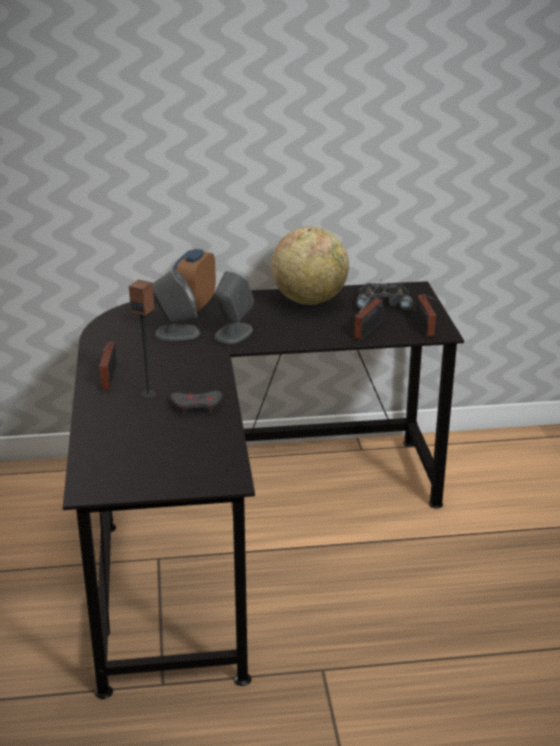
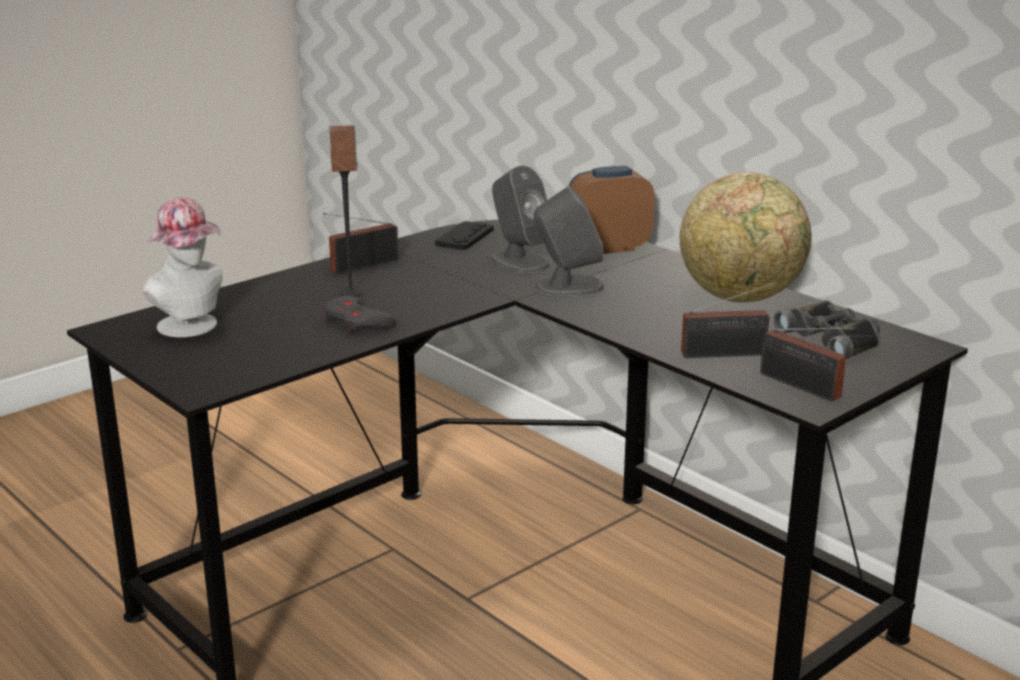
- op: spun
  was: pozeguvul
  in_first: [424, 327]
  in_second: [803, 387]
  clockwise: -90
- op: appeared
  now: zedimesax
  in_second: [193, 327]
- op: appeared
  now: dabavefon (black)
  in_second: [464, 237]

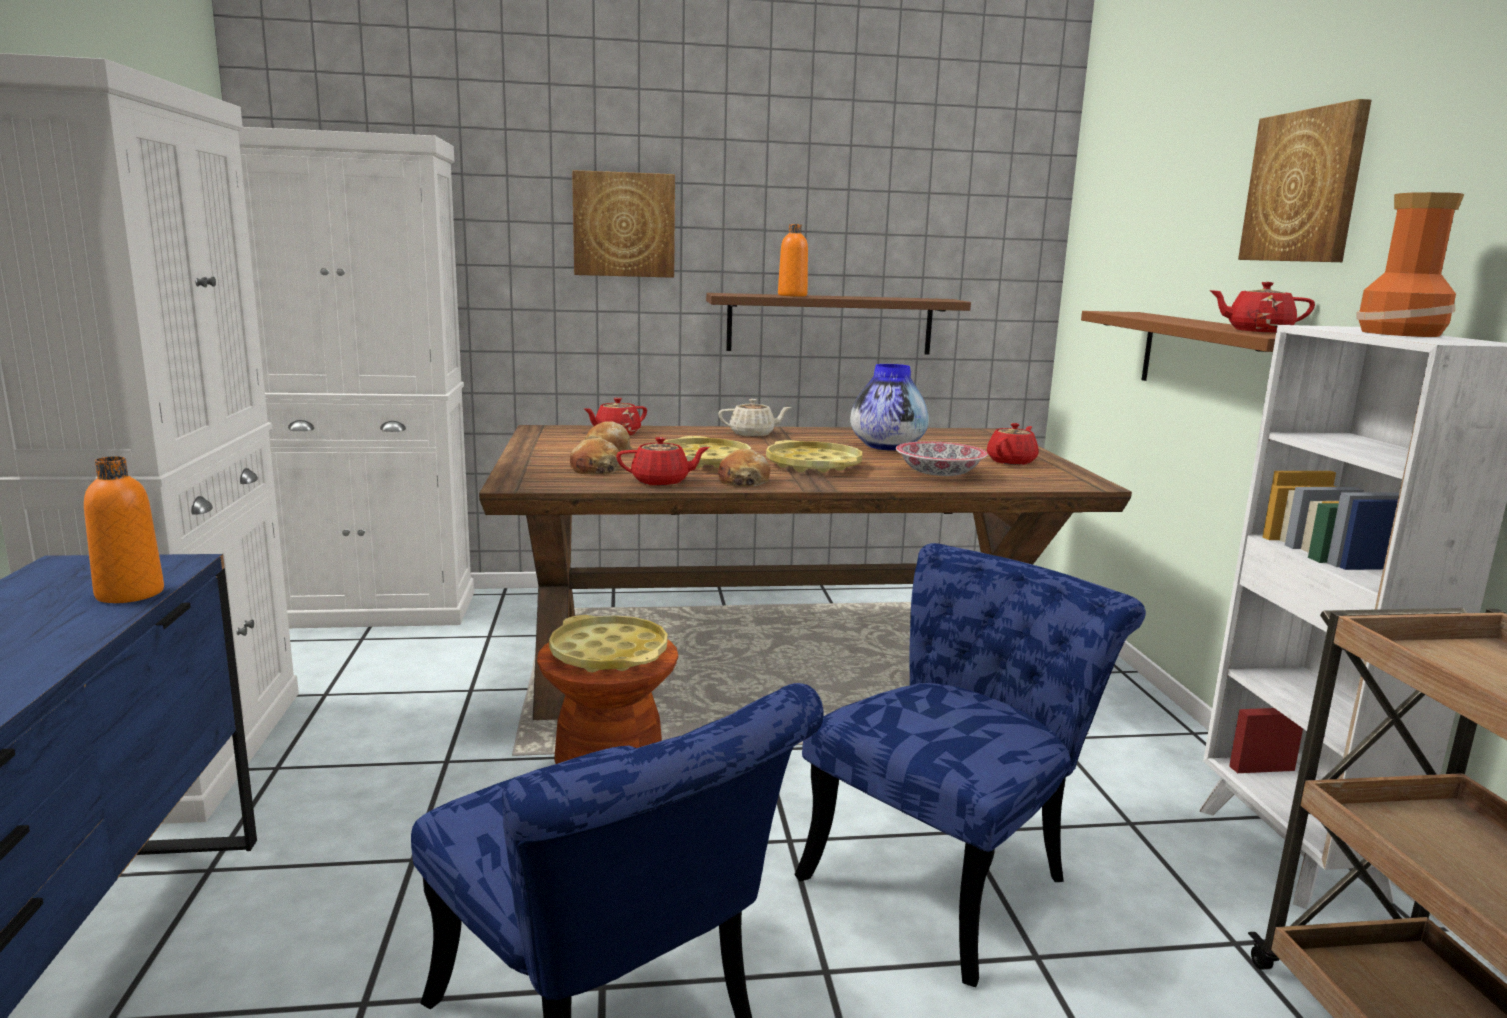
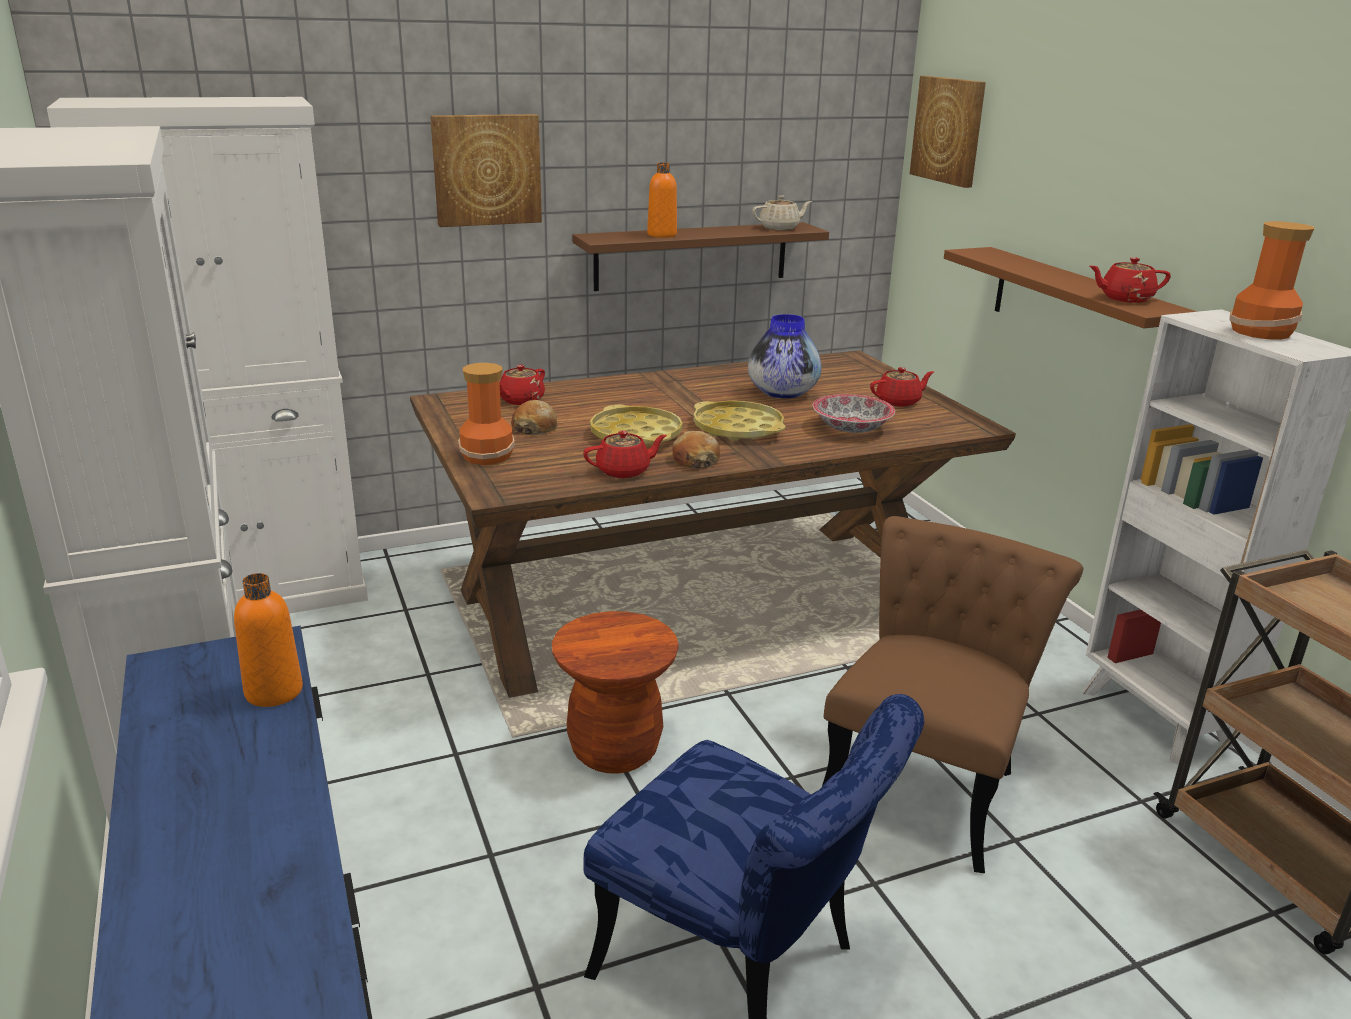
- op: relocated
  was: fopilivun
  in_first: [1305, 187]
  in_second: [949, 130]
- op: relocated
  was: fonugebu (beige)
  in_first: [753, 434]
  in_second: [780, 228]
- op: spun
  was: fonugebu (red)
  in_first: [1012, 461]
  in_second: [899, 402]
  clockwise: 45
- op: missing
  was: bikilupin
  in_first: [595, 469]
- op: colour
  was: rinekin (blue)
  now: rinekin (brown)
  in_first: [950, 873]
  in_second: [927, 782]
- op: missing
  was: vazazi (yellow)
  in_first: [609, 653]
- op: appeared
  now: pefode
  in_second: [487, 455]

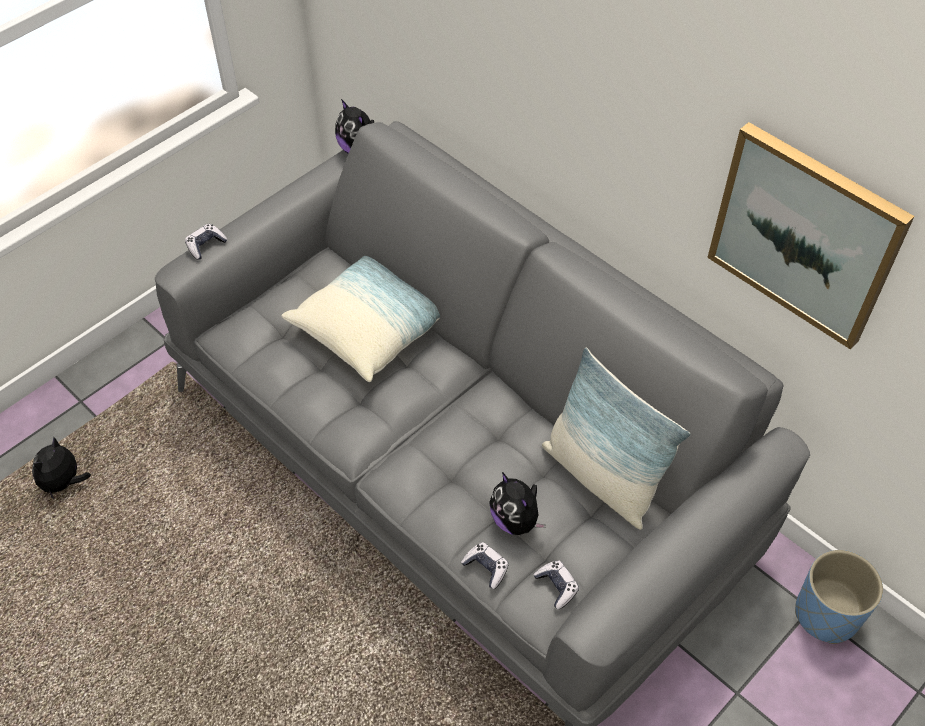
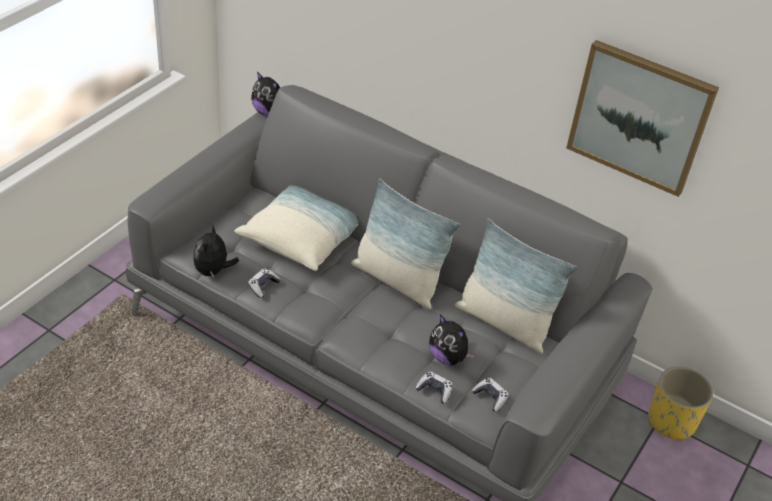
- op: relocated
  was: dabavefon
  in_first: [206, 245]
  in_second: [263, 286]
- op: relocated
  was: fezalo
  in_first: [64, 483]
  in_second: [213, 271]
- op: colour
  was: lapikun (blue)
  now: lapikun (yellow)
  in_first: [827, 614]
  in_second: [671, 421]
- op: appeared
  now: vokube
  in_second: [397, 280]

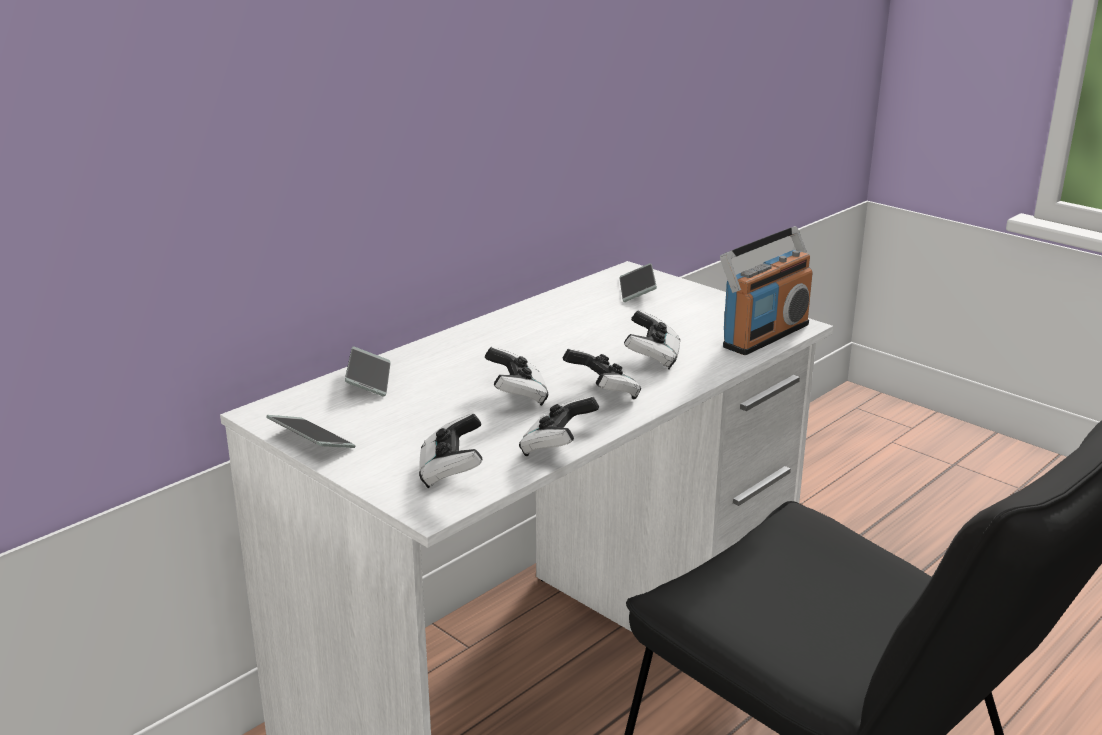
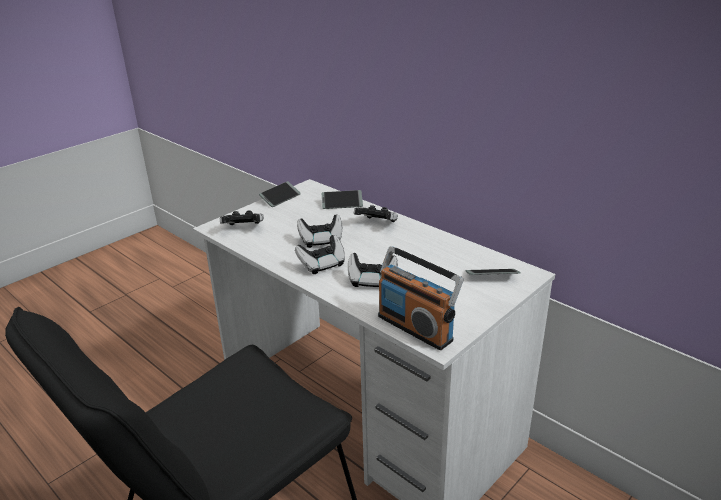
- op: relocated
  was: dabavefon
  in_first: [557, 447]
  in_second: [377, 224]

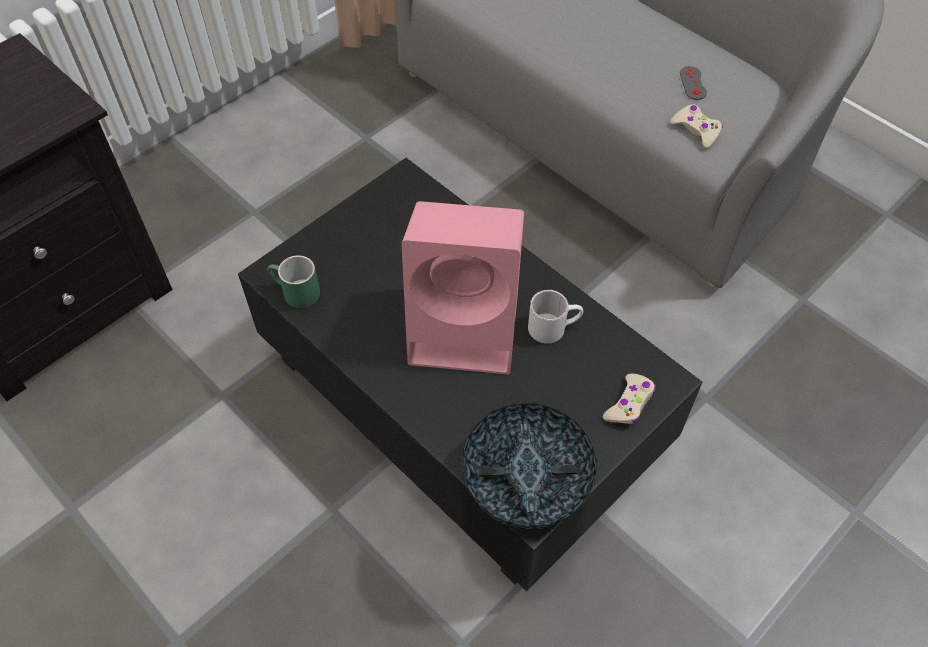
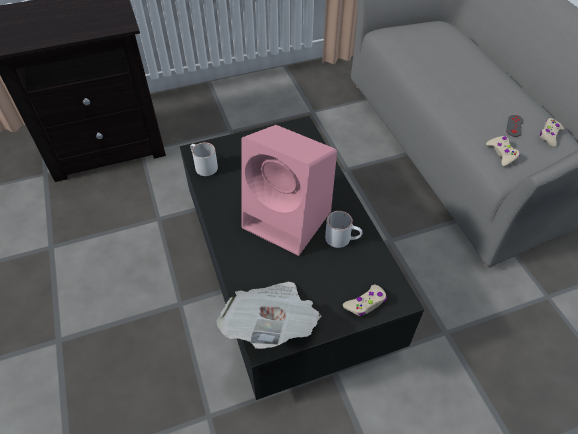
- op: colour
  was: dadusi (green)
  now: dadusi (white)
  in_first: [294, 293]
  in_second: [203, 166]
- op: exchanged
  was: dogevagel
  now: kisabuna
  in_first: [526, 482]
  in_second: [271, 324]
- op: appeared
  now: dabavefon (beige)
  in_second: [549, 135]

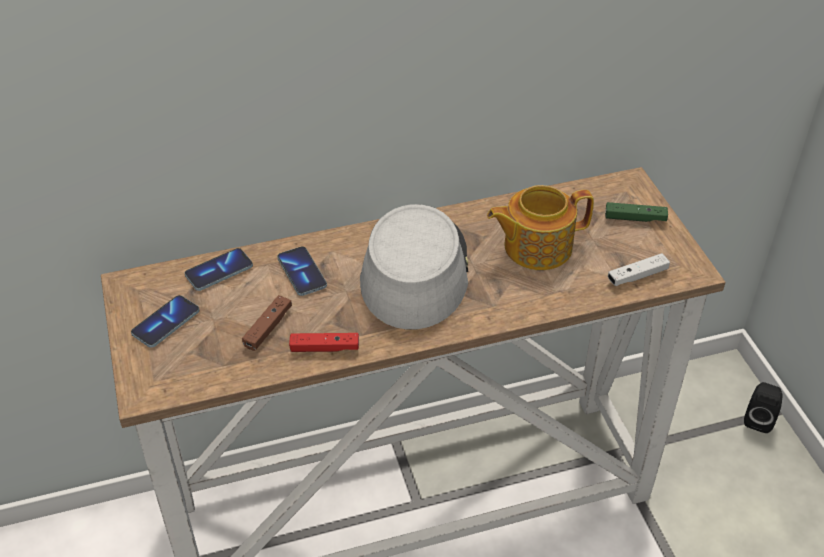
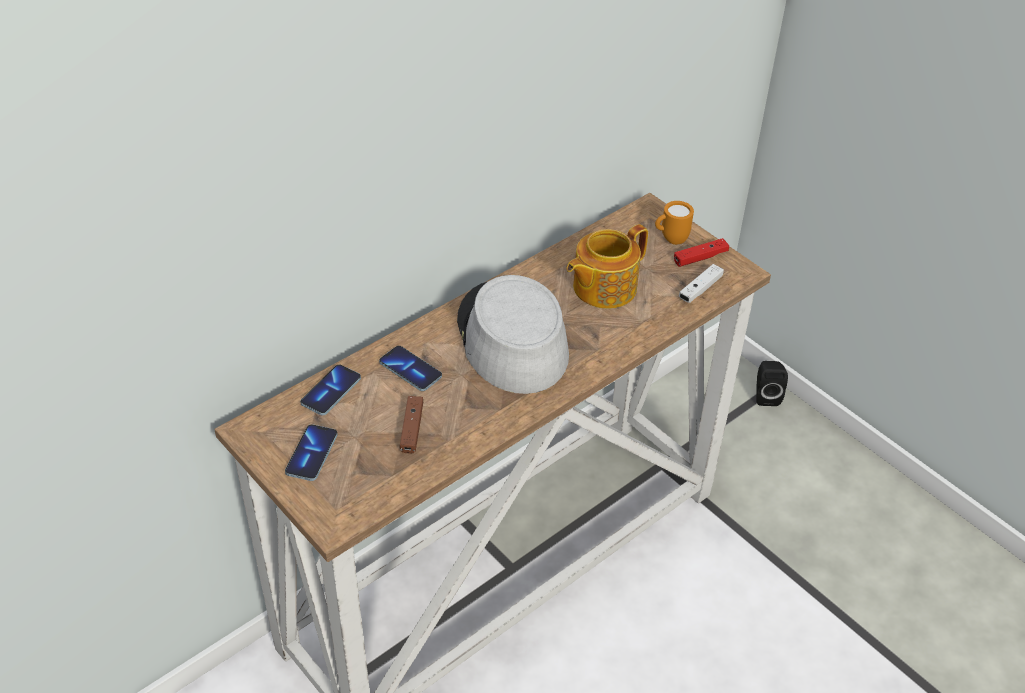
- op: exchanged
  was: dabavefon (green)
  now: dadusi (orange)
  in_first: [635, 218]
  in_second: [670, 239]
- op: relocated
  was: dabavefon (red)
  in_first: [324, 348]
  in_second: [700, 258]

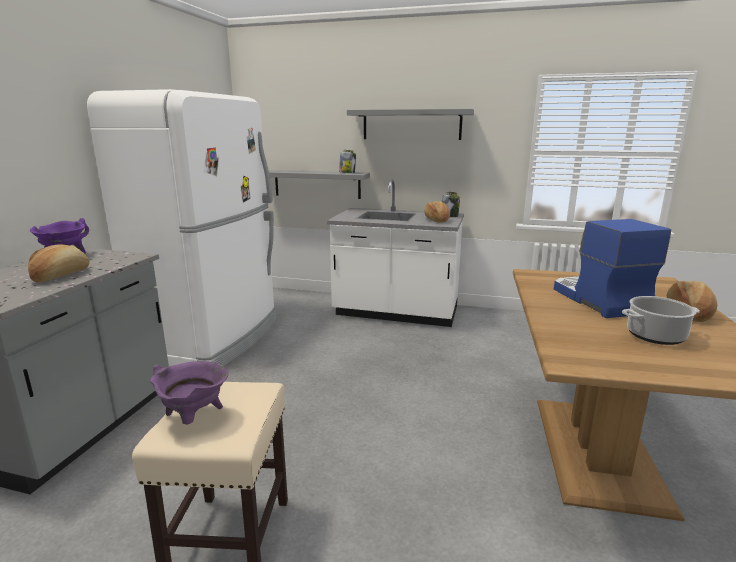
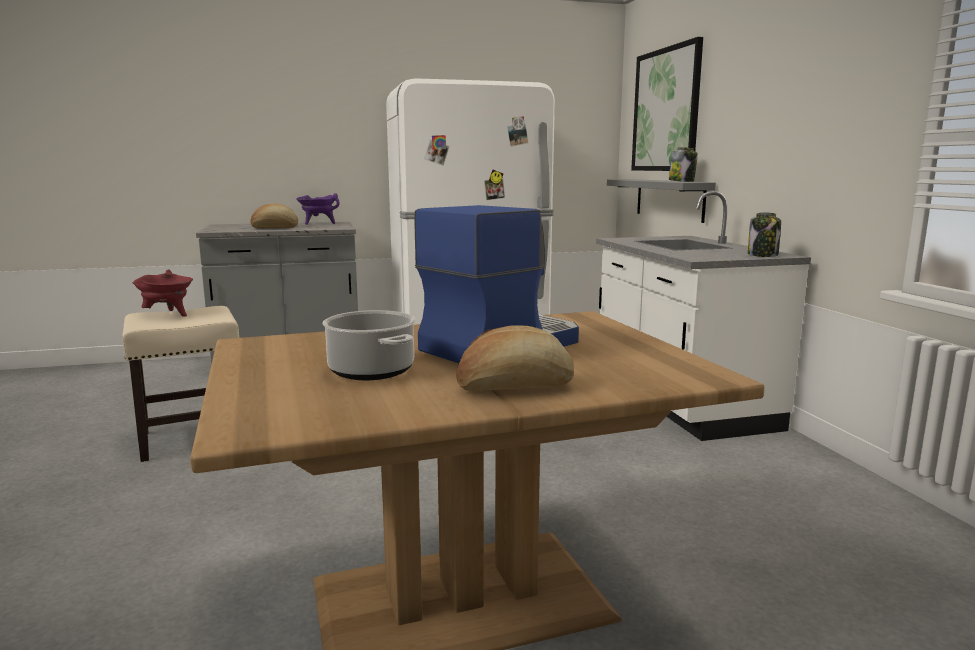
- op: missing
  was: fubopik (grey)
  in_first: [411, 124]
- op: missing
  was: bikilupin
  in_first: [436, 220]
- op: colour
  was: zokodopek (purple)
  now: zokodopek (red)
  in_first: [194, 418]
  in_second: [168, 315]
- op: appeared
  now: fopilivun
  in_second: [666, 110]

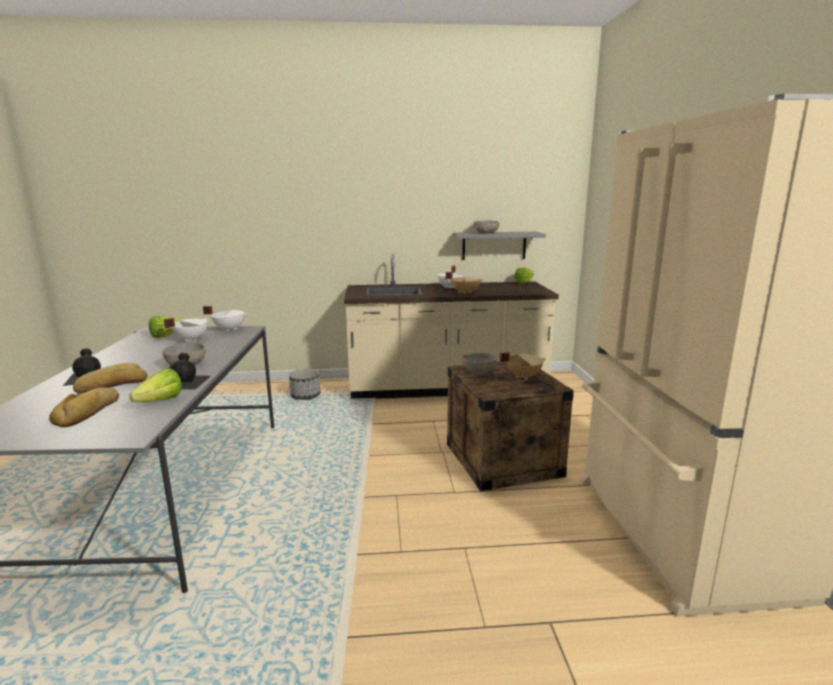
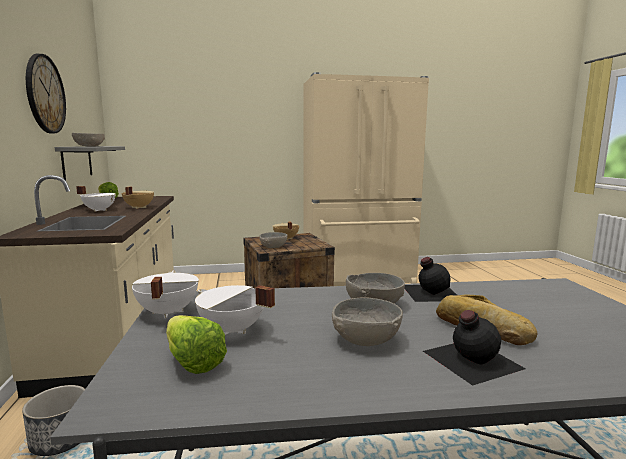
- op: missing
  was: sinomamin
  in_first: [156, 403]
- op: missing
  was: bikilupin
  in_first: [90, 412]
- op: appeared
  now: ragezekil
  in_second: [45, 94]
- op: appeared
  now: dogevagel (grey)
  in_second: [365, 338]

